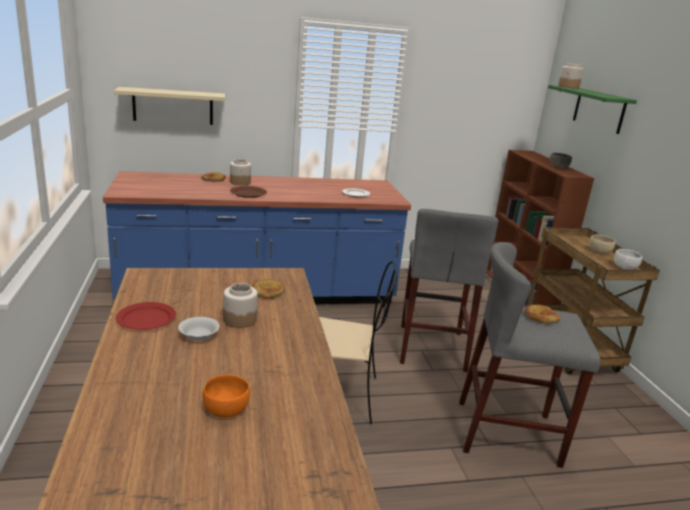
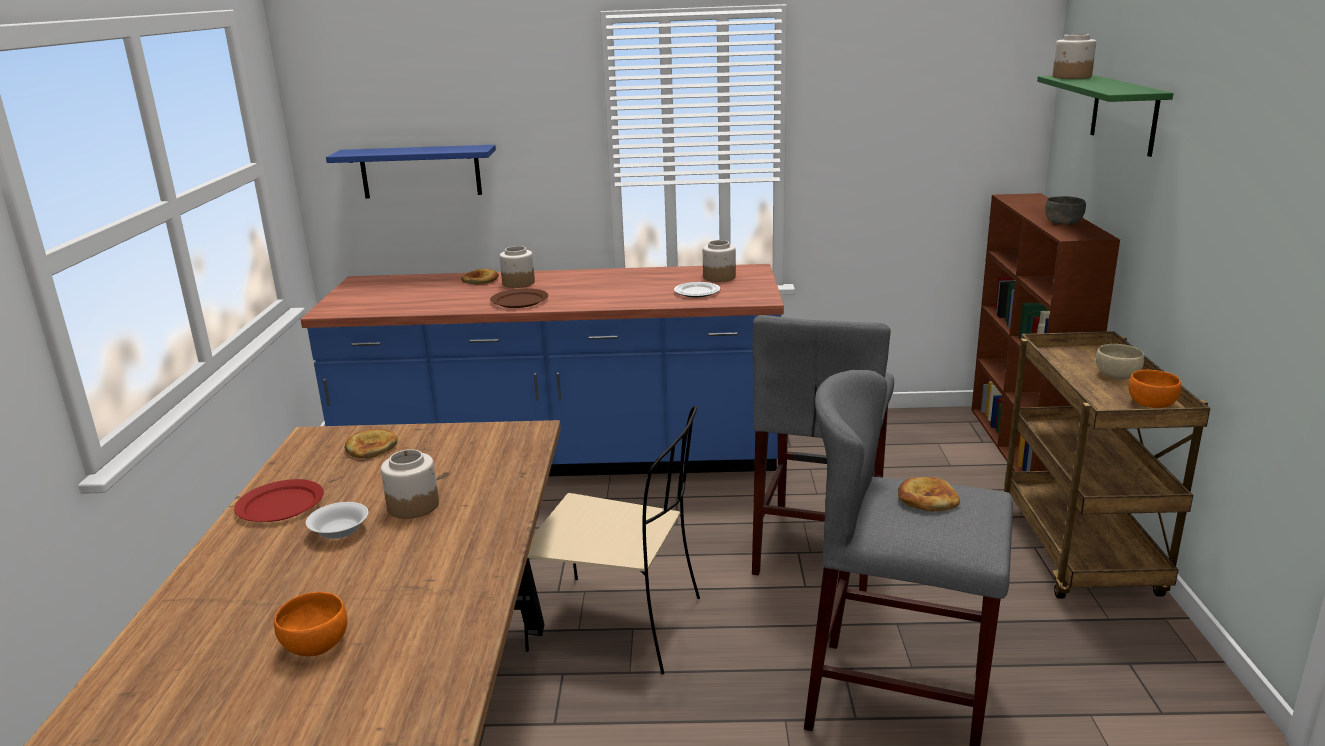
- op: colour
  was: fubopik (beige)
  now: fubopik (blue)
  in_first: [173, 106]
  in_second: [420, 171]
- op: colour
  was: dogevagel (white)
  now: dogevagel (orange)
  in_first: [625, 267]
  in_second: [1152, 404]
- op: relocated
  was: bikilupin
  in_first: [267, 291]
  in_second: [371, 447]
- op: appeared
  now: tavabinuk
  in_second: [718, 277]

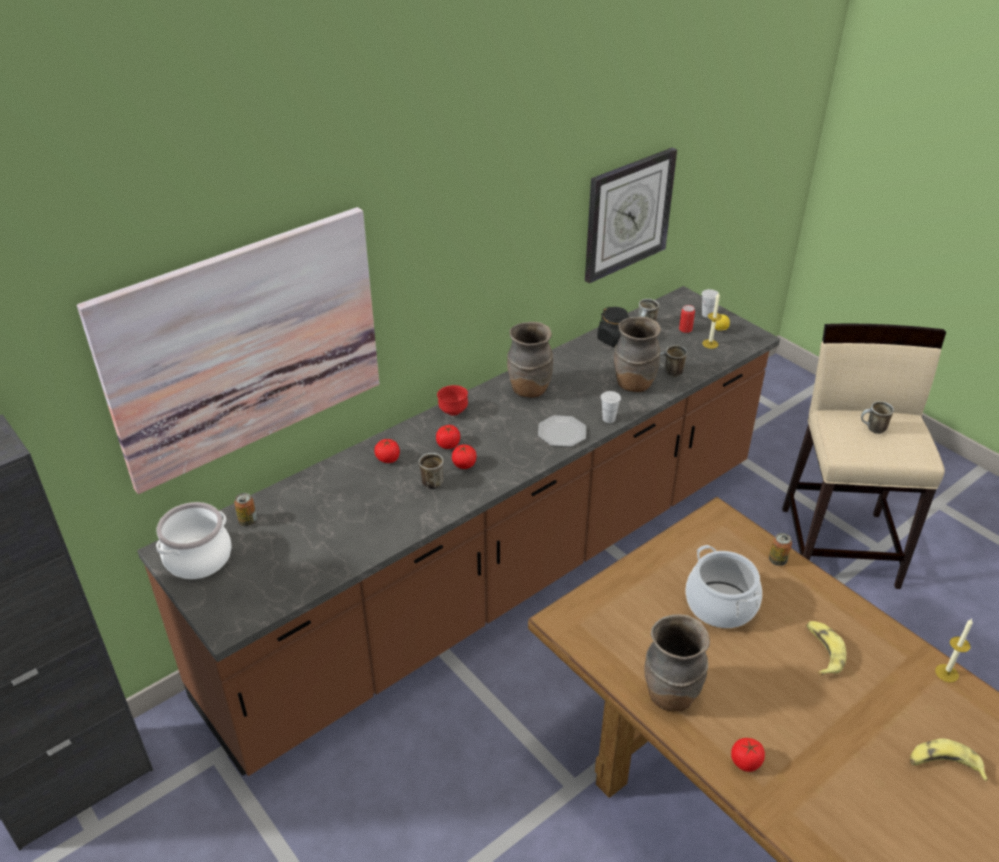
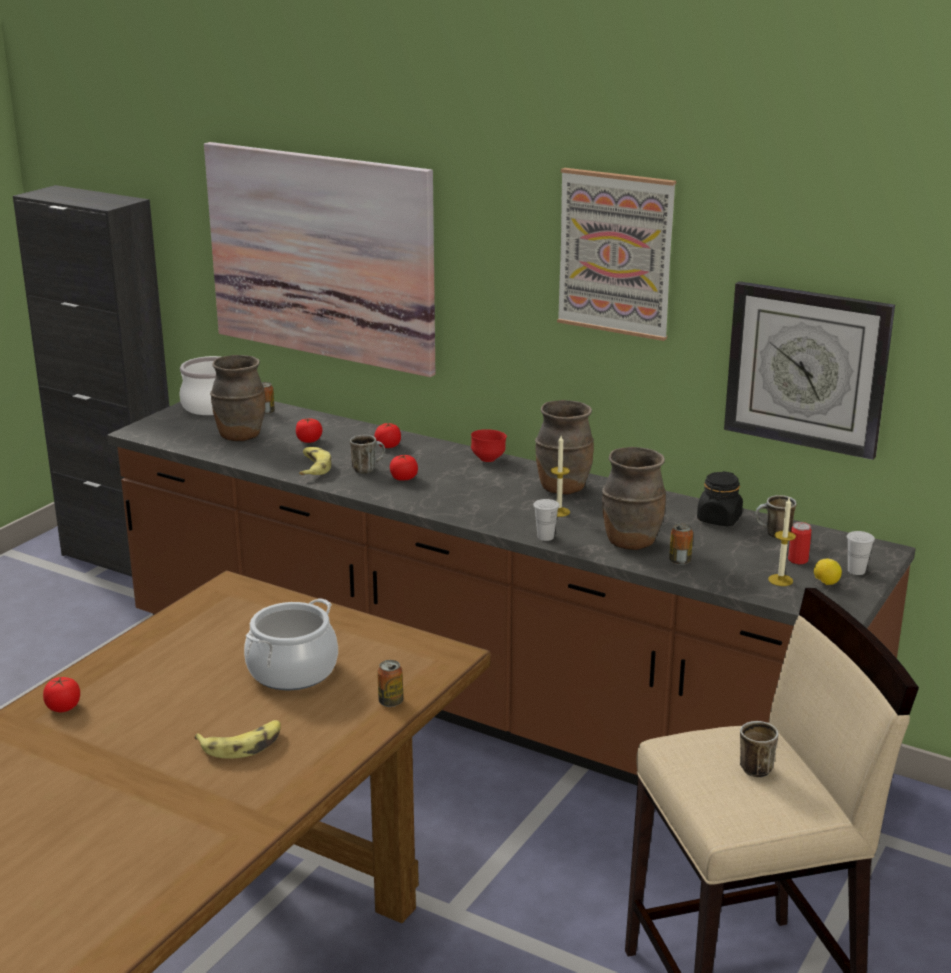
- op: exchanged
  was: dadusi
  now: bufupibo
  in_first: [670, 373]
  in_second: [680, 561]
- op: missing
  was: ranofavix
  in_first: [561, 433]
- op: relocated
  was: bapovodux
  in_first: [448, 445]
  in_second: [309, 440]
- op: relocated
  was: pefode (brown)
  in_first: [670, 694]
  in_second: [240, 436]
- op: relocated
  was: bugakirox
  in_first: [946, 673]
  in_second: [559, 512]
- op: relocated
  was: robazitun
  in_first: [943, 765]
  in_second: [313, 467]
- op: appeared
  now: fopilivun
  in_second: [616, 253]

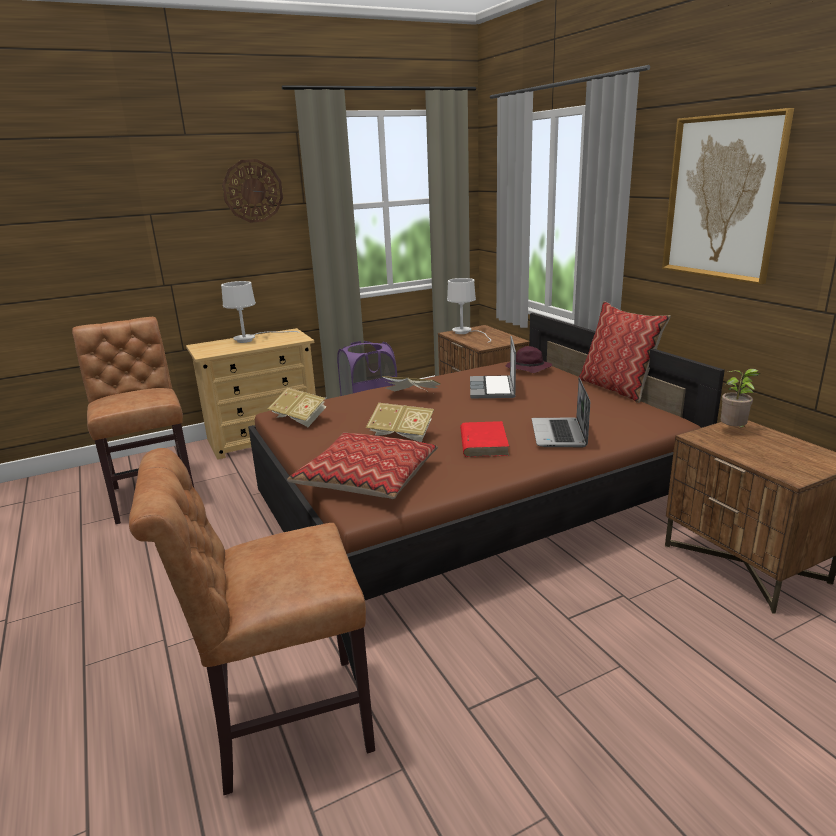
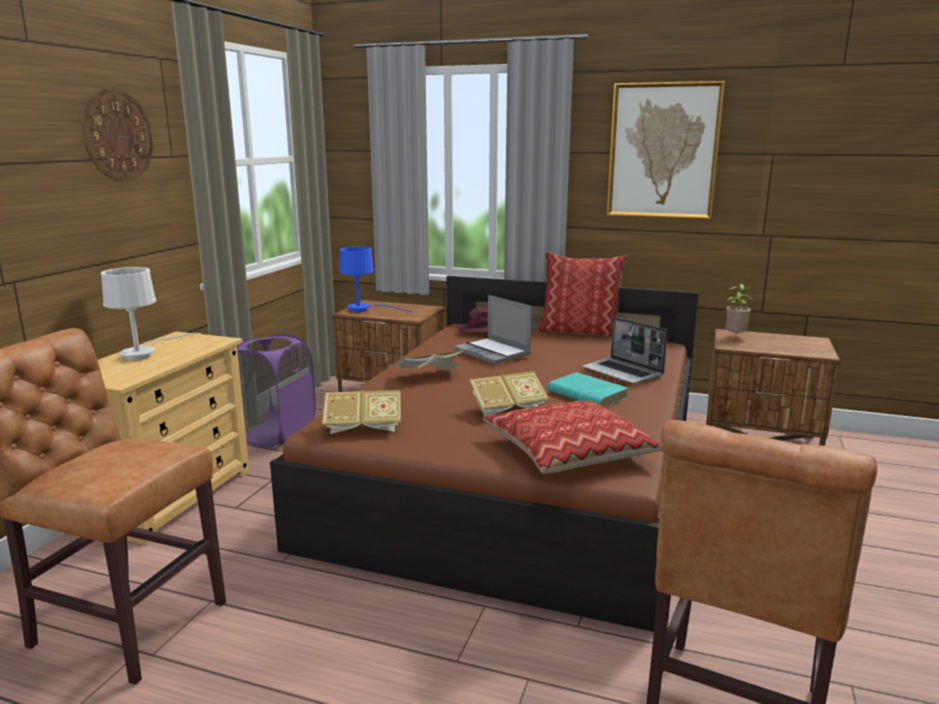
- op: colour
  was: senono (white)
  now: senono (blue)
  in_first: [466, 333]
  in_second: [365, 310]
- op: colour
  was: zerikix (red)
  now: zerikix (turquoise)
  in_first: [483, 442]
  in_second: [586, 394]

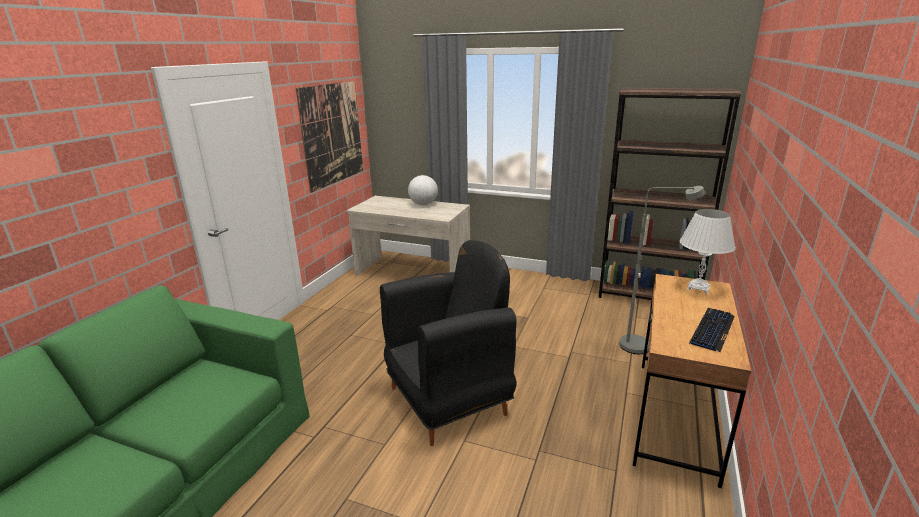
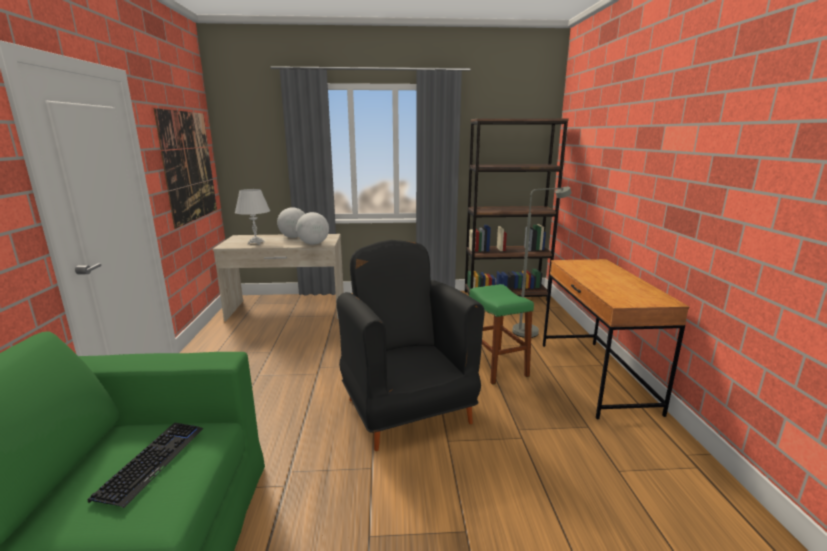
- op: relocated
  was: senono (white)
  in_first: [698, 288]
  in_second: [256, 243]
- op: spun
  was: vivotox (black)
  in_first: [449, 400]
  in_second: [407, 410]
  clockwise: -60
- op: relocated
  was: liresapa
  in_first: [712, 330]
  in_second: [152, 462]
- op: appeared
  now: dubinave
  in_second: [314, 244]
- op: appeared
  now: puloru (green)
  in_second: [495, 366]

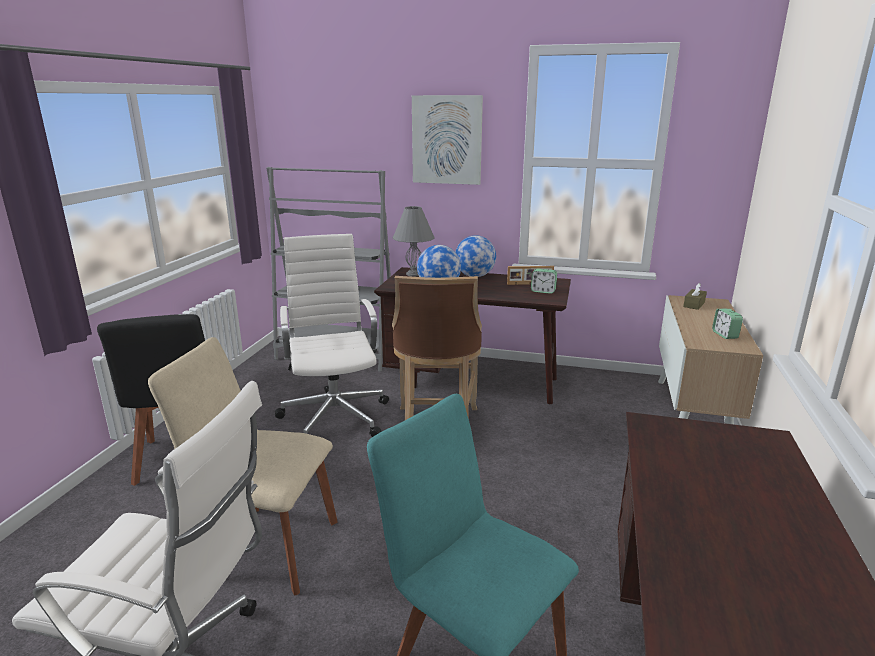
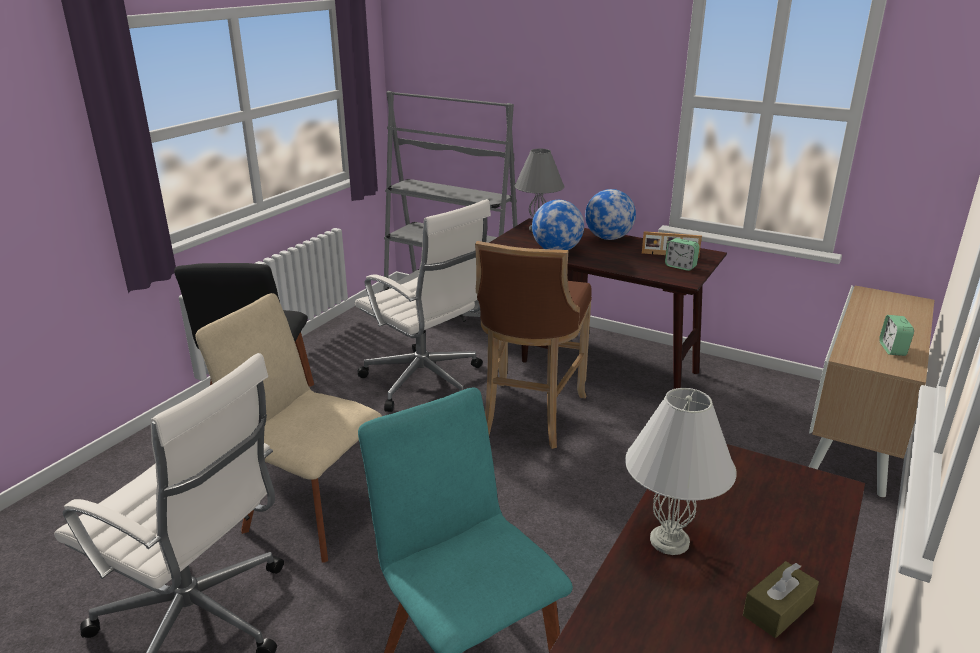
- op: missing
  was: fopilivun
  in_first: [447, 140]
- op: spun
  was: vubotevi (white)
  in_first: [335, 415]
  in_second: [425, 383]
  clockwise: 135
- op: relocated
  was: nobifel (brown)
  in_first: [694, 304]
  in_second: [778, 609]
- op: appeared
  now: senono (white)
  in_second: [668, 541]

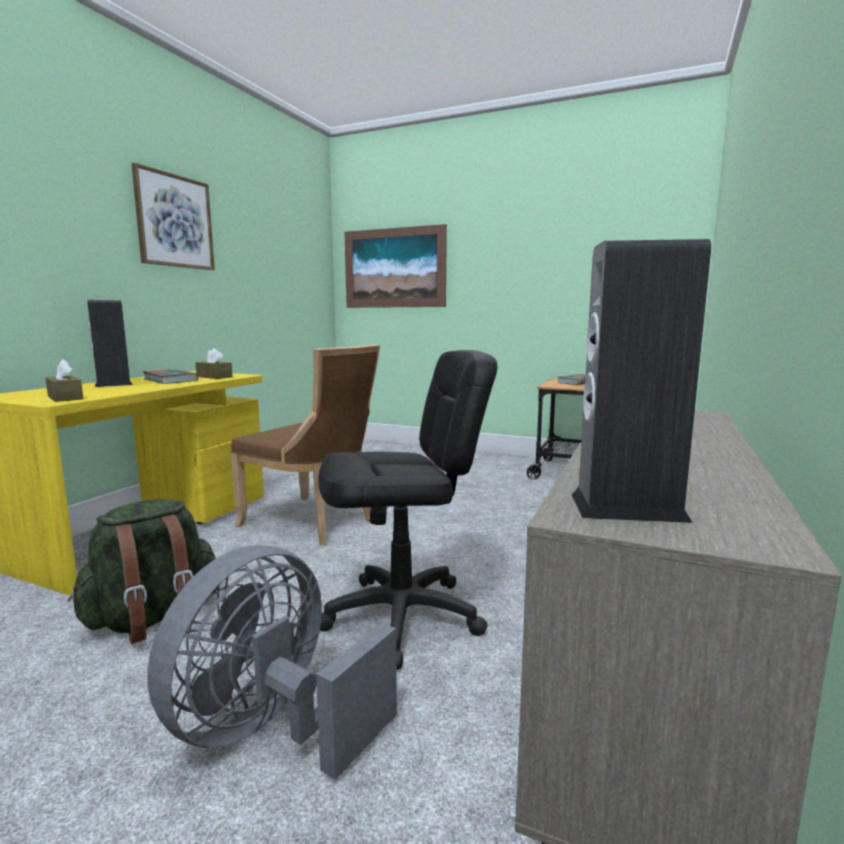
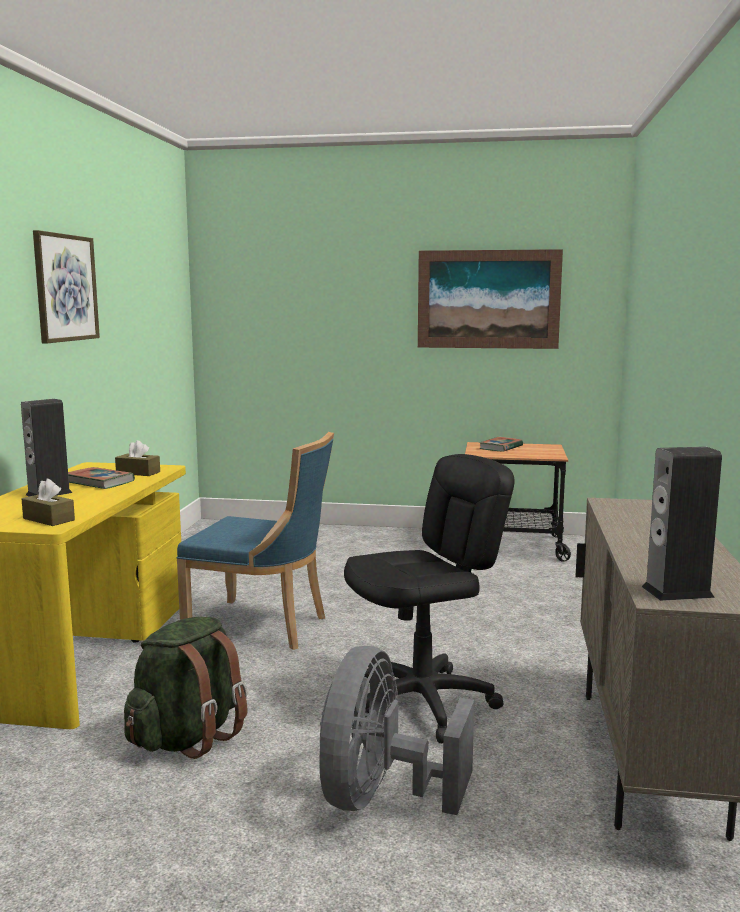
- op: relocated
  was: fopilivun
  in_first: [394, 268]
  in_second: [488, 299]
- op: colour
  was: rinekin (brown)
  now: rinekin (blue)
  in_first: [312, 522]
  in_second: [263, 627]

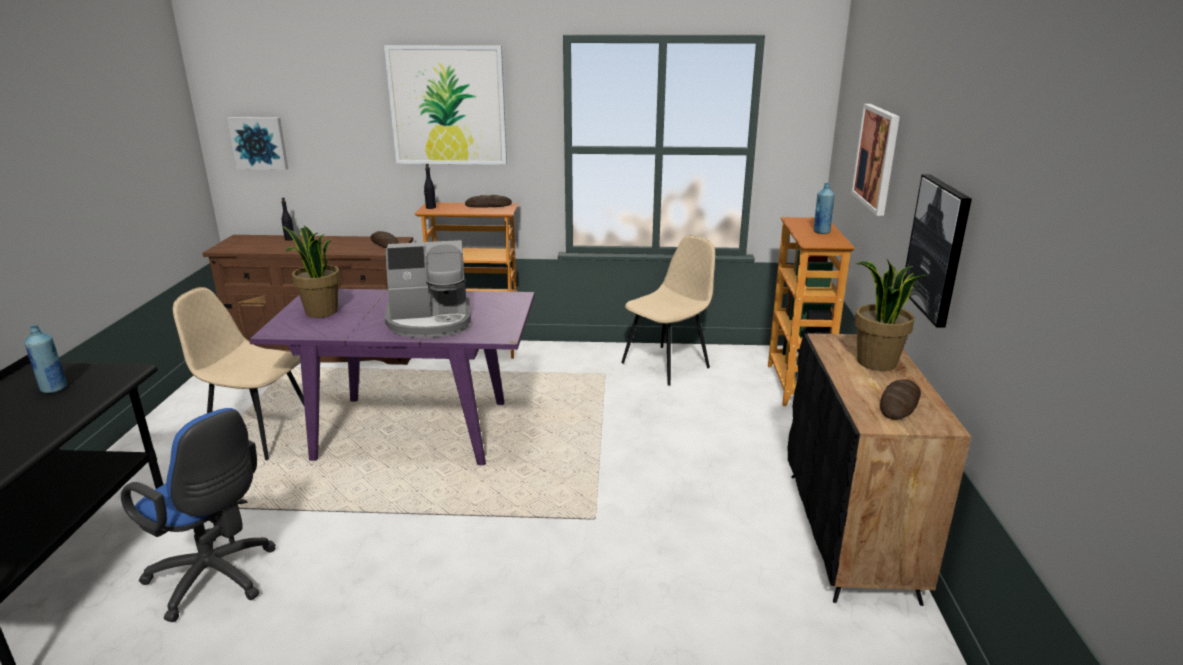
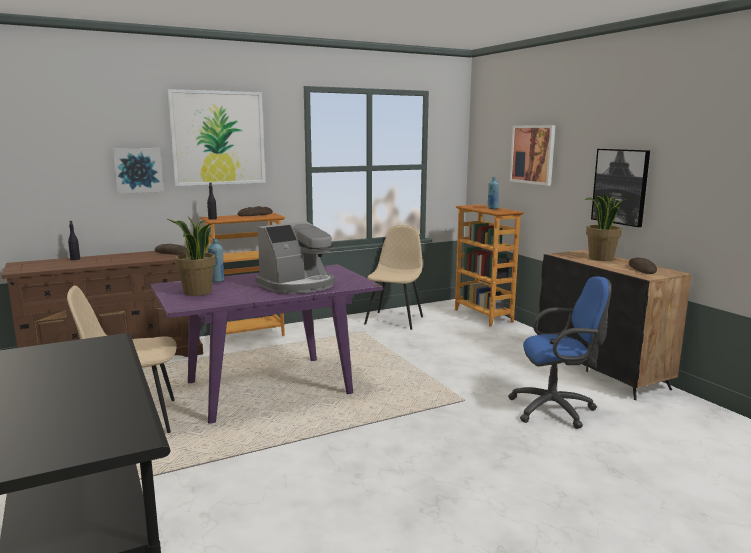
- op: relocated
  was: fopilivun
  in_first: [259, 143]
  in_second: [138, 170]
- op: relocated
  was: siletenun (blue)
  in_first: [54, 389]
  in_second: [217, 281]
- op: relocated
  was: vubotevi (blue)
  in_first: [216, 579]
  in_second: [556, 410]

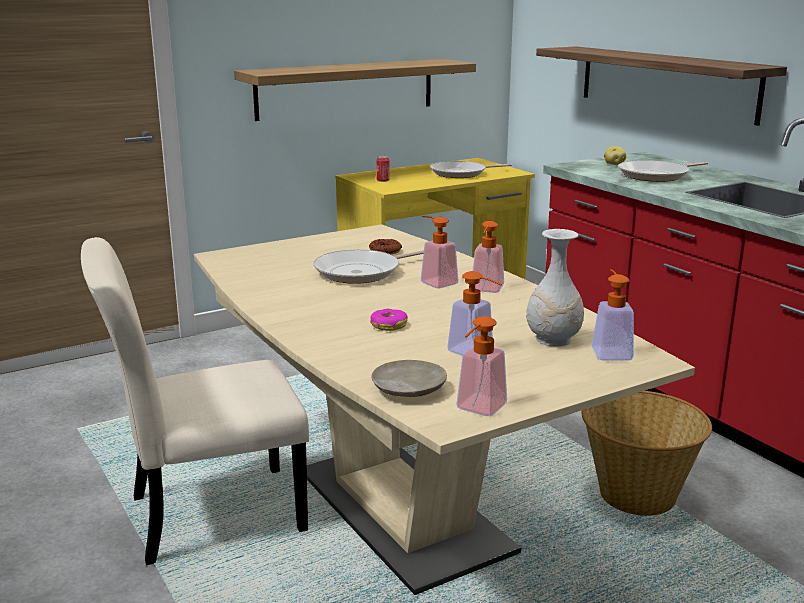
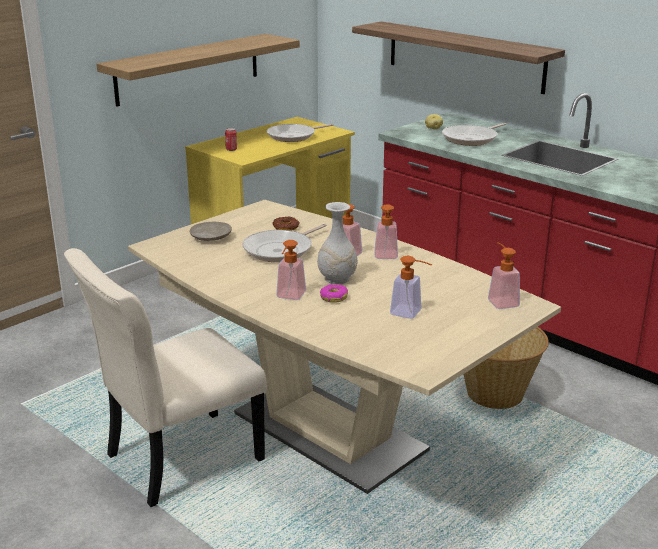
- op: relocated
  was: pefode (white)
  in_first: [552, 340]
  in_second: [336, 279]
- op: relocated
  was: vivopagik
  in_first: [477, 410]
  in_second: [289, 297]
- op: relocated
  was: ranofavix (beige)
  in_first: [408, 389]
  in_second: [210, 237]

